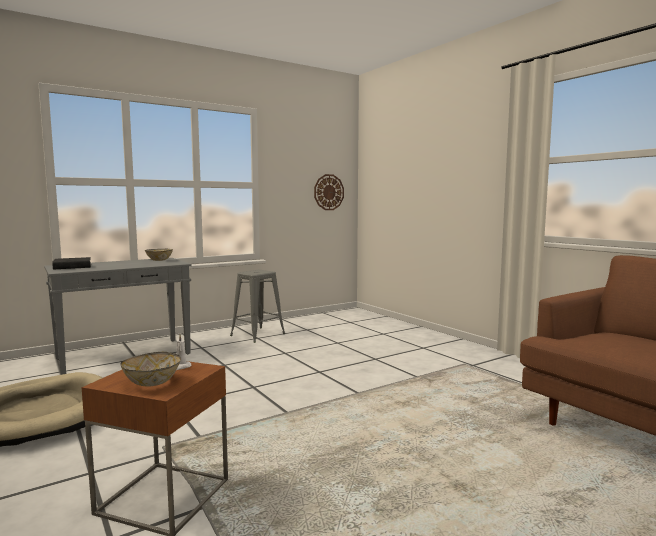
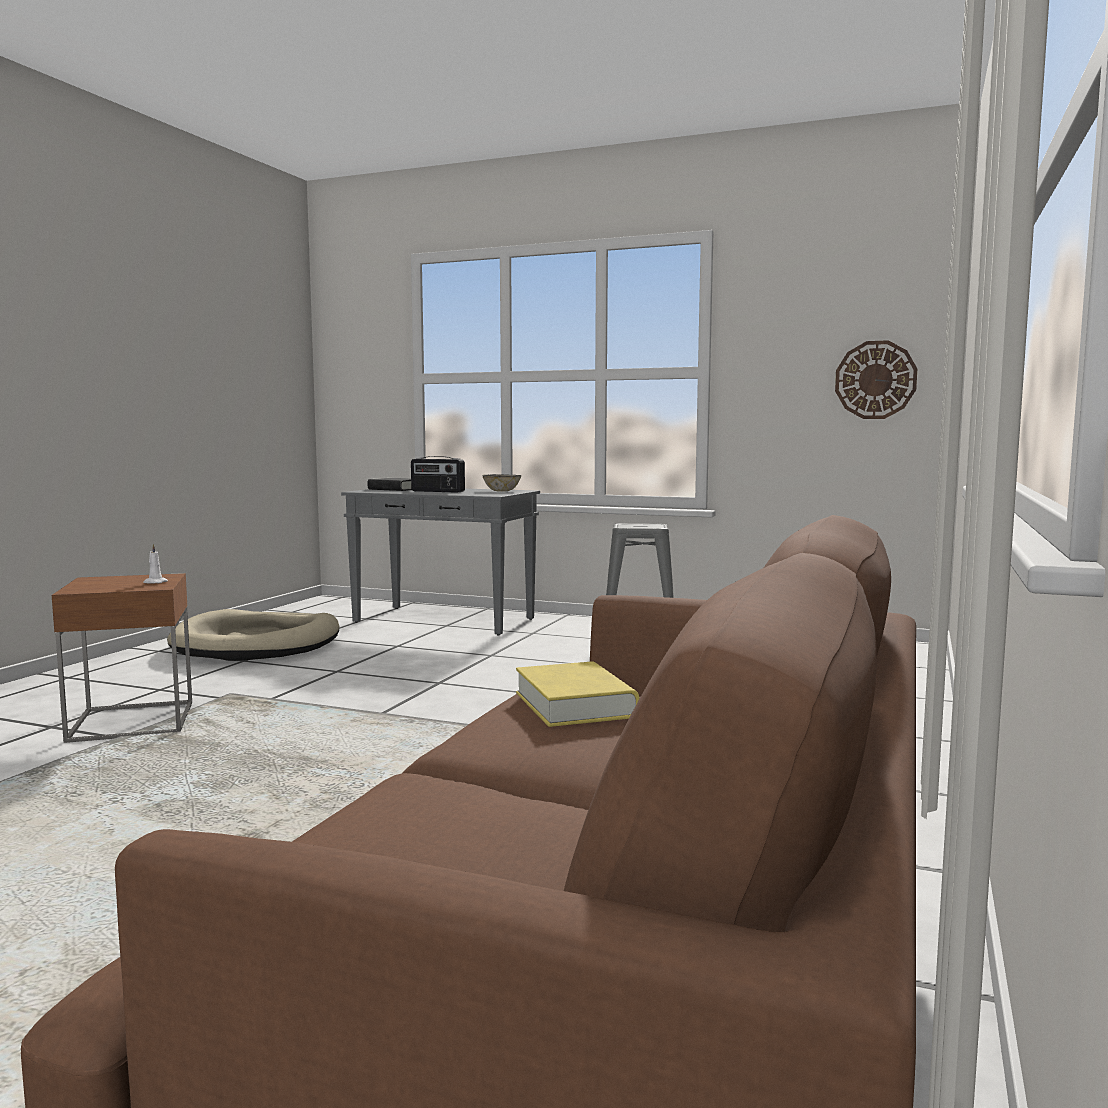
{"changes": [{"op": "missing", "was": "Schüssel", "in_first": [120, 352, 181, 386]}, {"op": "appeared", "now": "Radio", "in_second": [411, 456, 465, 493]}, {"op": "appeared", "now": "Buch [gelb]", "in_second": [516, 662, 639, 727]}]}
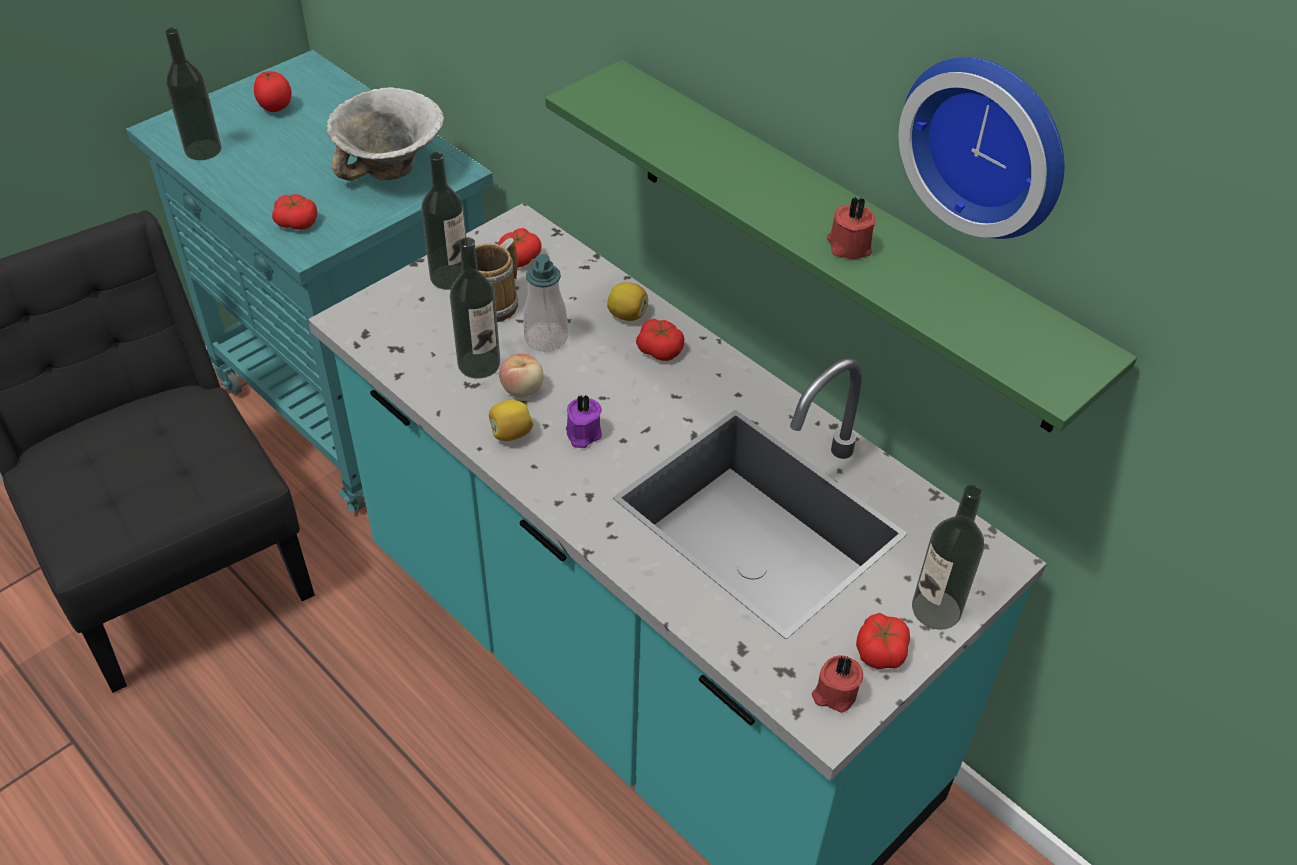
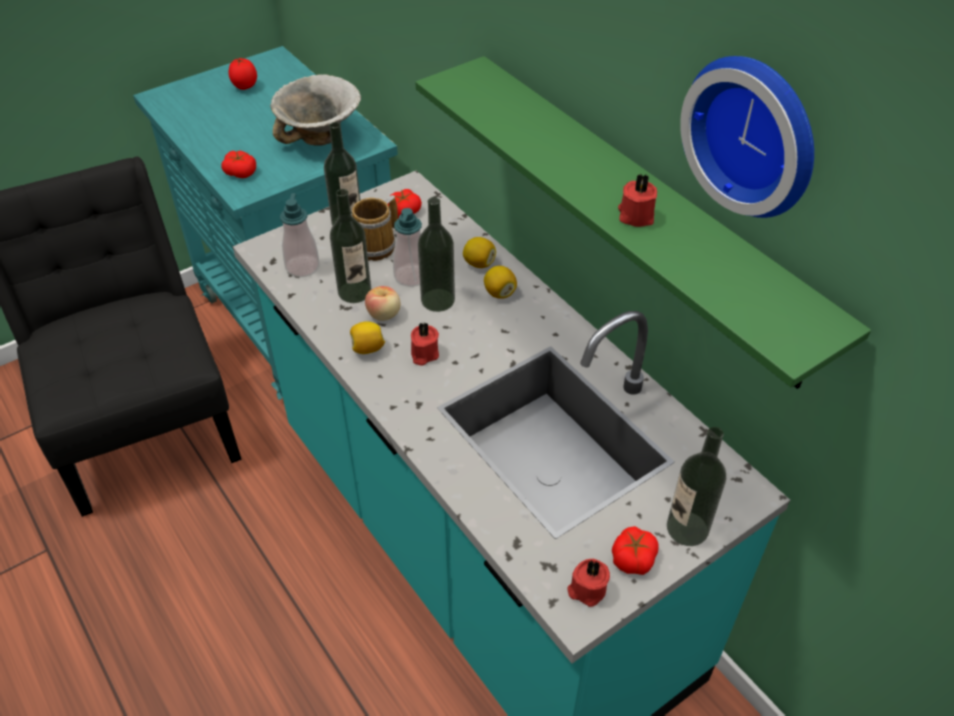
{"changes": [{"op": "relocated", "was": "Flasche", "in_first": [165, 27, 222, 160], "in_second": [418, 197, 455, 312]}, {"op": "exchanged", "was": "Tomate", "now": "Zitrone", "in_first": [636, 319, 684, 361], "in_second": [484, 266, 517, 299]}, {"op": "colour", "was": "Kerze [lila]", "now": "Kerze [rot]", "in_first": [566, 394, 602, 448], "in_second": [411, 322, 439, 365]}, {"op": "appeared", "now": "Seifenspender", "in_second": [280, 193, 320, 277]}]}
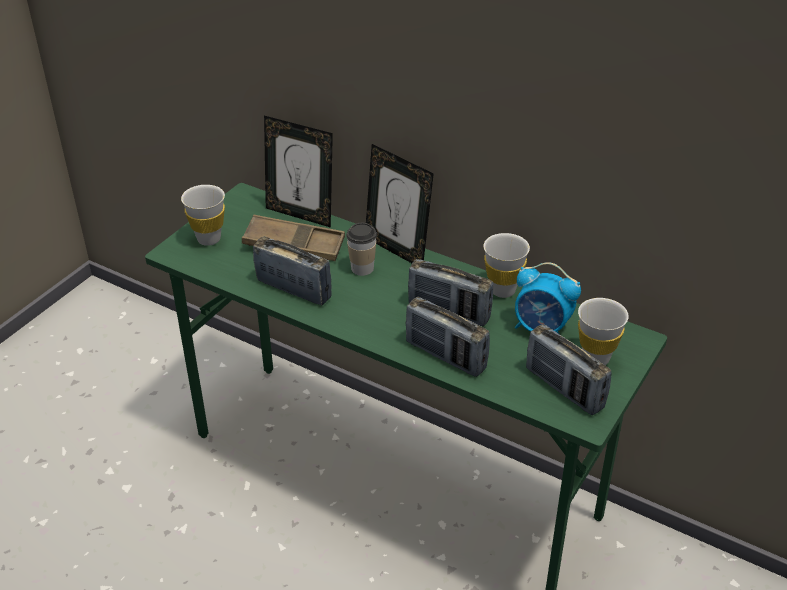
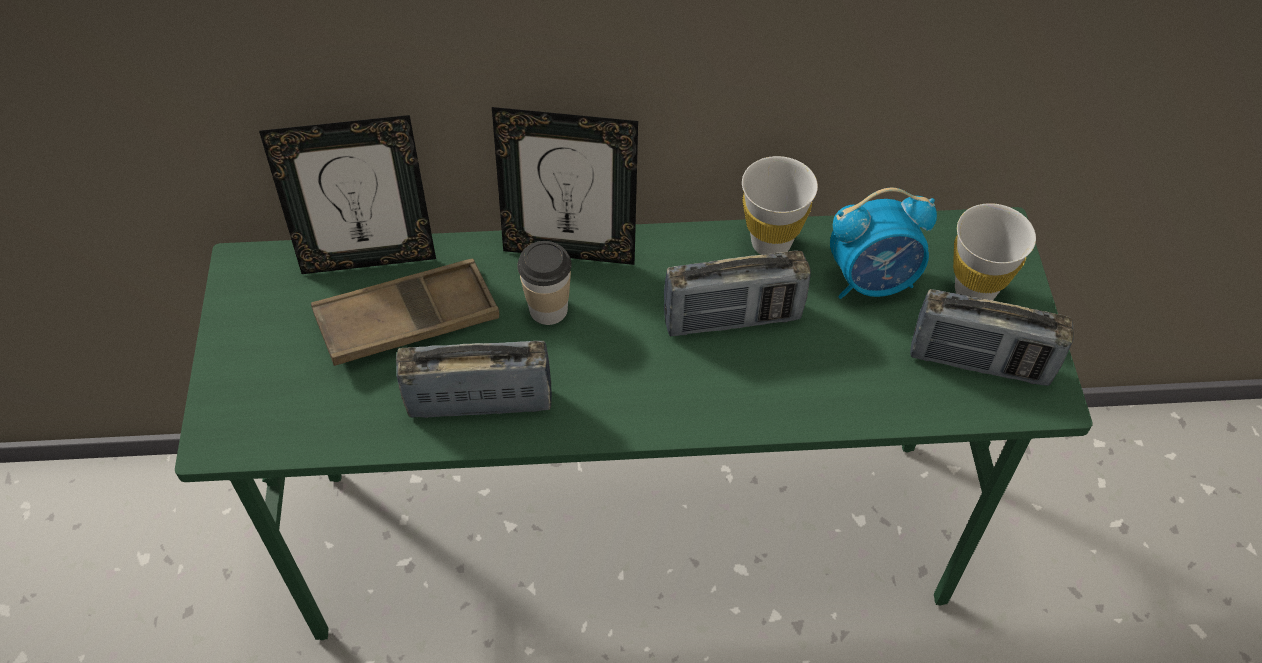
{"changes": [{"op": "missing", "was": "Tasse [weiß]", "in_first": [181, 185, 225, 246]}, {"op": "missing", "was": "Radio", "in_first": [406, 297, 490, 377]}]}
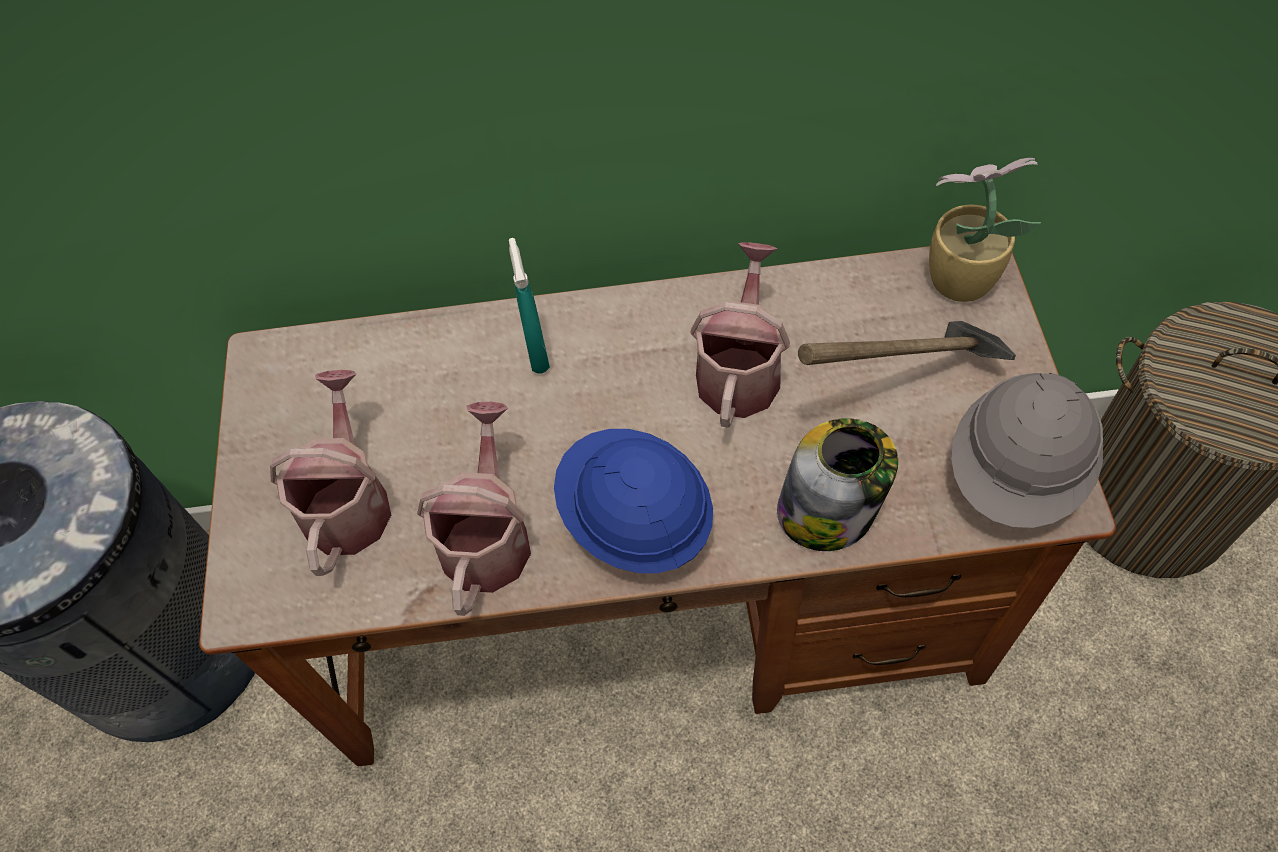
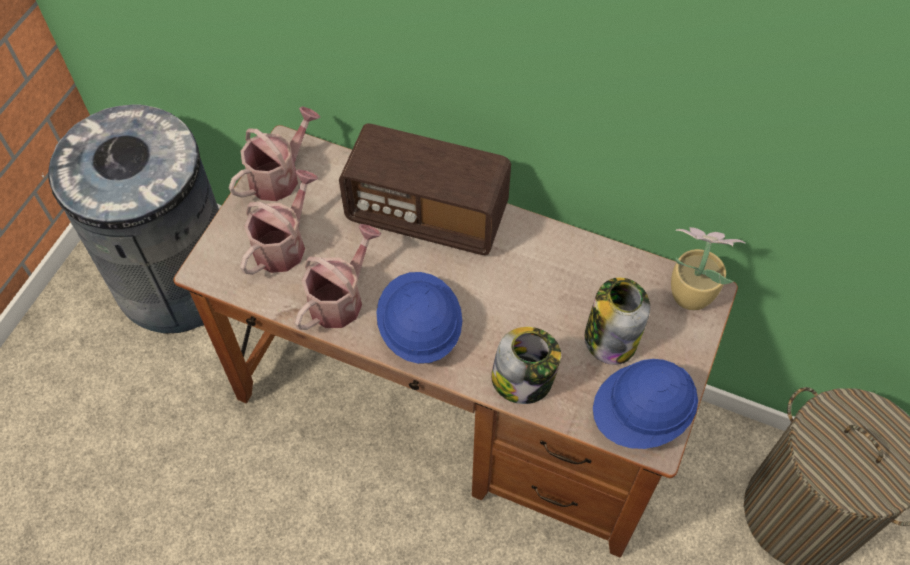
{"changes": [{"op": "exchanged", "was": "Sprühflasche [türkis]", "now": "Radio", "in_first": [509, 238, 550, 374], "in_second": [339, 124, 511, 255]}, {"op": "relocated", "was": "Gießkanne", "in_first": [690, 242, 790, 428], "in_second": [229, 107, 320, 201]}, {"op": "exchanged", "was": "Hammer", "now": "Vorratsglas", "in_first": [798, 321, 1016, 365], "in_second": [585, 278, 650, 365]}, {"op": "colour", "was": "Schutzhelm [grau]", "now": "Schutzhelm [blau]", "in_first": [951, 373, 1103, 528], "in_second": [593, 359, 698, 449]}]}
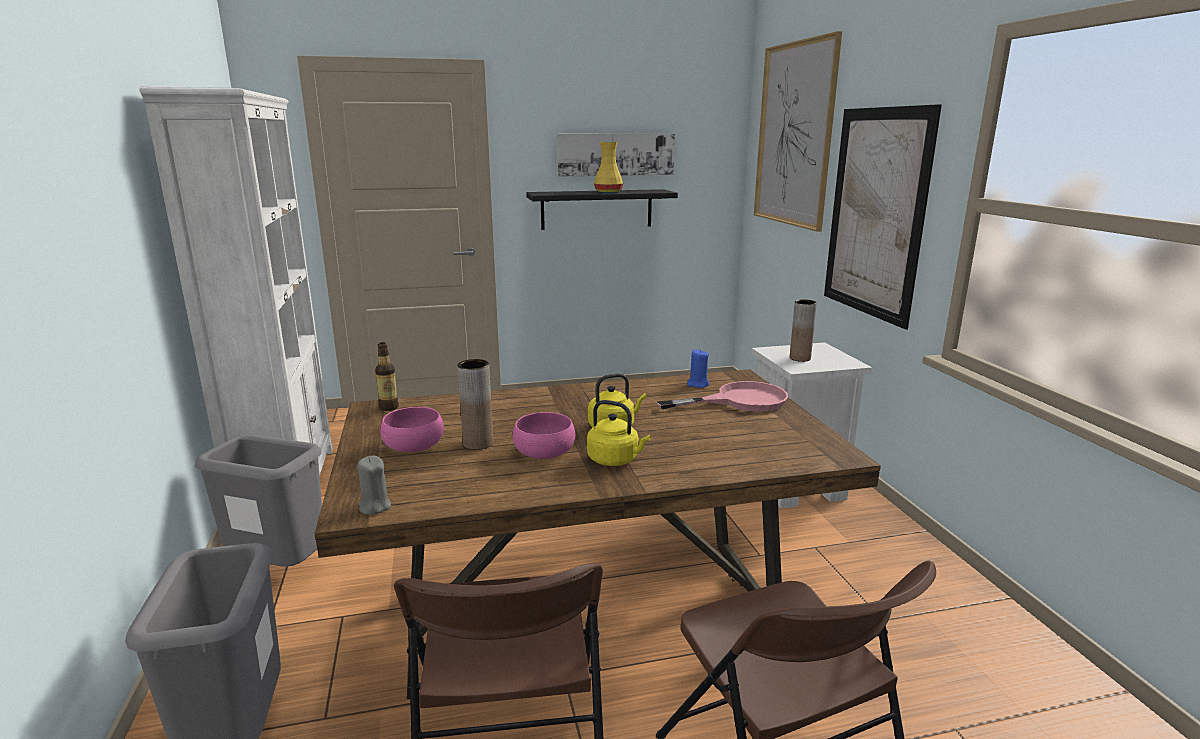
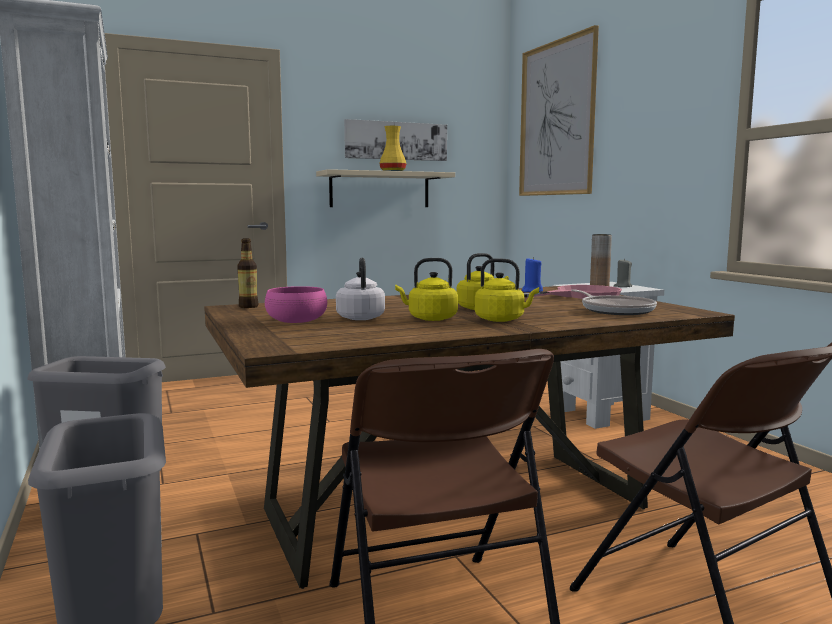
{"changes": [{"op": "missing", "was": "Bild", "in_first": [824, 104, 942, 330]}, {"op": "colour", "was": "Wandregal [schwarz]", "now": "Wandregal [beige]", "in_first": [526, 189, 678, 230], "in_second": [316, 169, 455, 207]}, {"op": "exchanged", "was": "Vase [braun]", "now": "Wasserkessel [weiß]", "in_first": [457, 359, 493, 450], "in_second": [336, 258, 385, 320]}, {"op": "exchanged", "was": "Schüssel [rosa]", "now": "Wasserkessel [gelb]", "in_first": [513, 412, 575, 459], "in_second": [395, 258, 458, 321]}, {"op": "relocated", "was": "Kerze [grau]", "in_first": [358, 456, 391, 515], "in_second": [614, 259, 632, 287]}, {"op": "appeared", "now": "Pfanne", "in_second": [571, 290, 657, 315]}]}
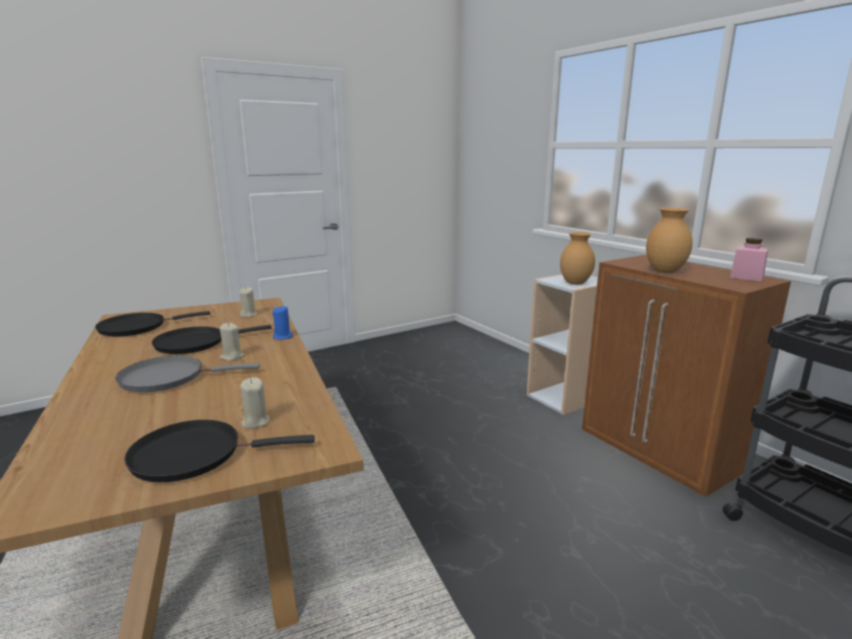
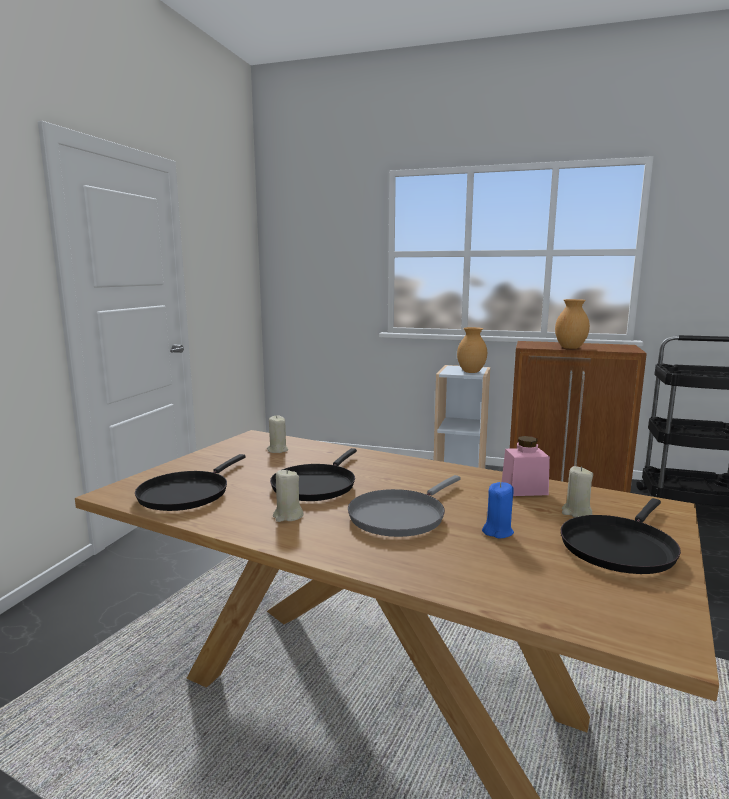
{"changes": [{"op": "relocated", "was": "Vorratsglas [rosa]", "in_first": [730, 238, 768, 281], "in_second": [502, 436, 550, 496]}, {"op": "relocated", "was": "Kerze [blau]", "in_first": [272, 306, 293, 340], "in_second": [482, 482, 514, 538]}, {"op": "relocated", "was": "Kerze [beige]", "in_first": [219, 323, 244, 361], "in_second": [273, 469, 304, 522]}]}
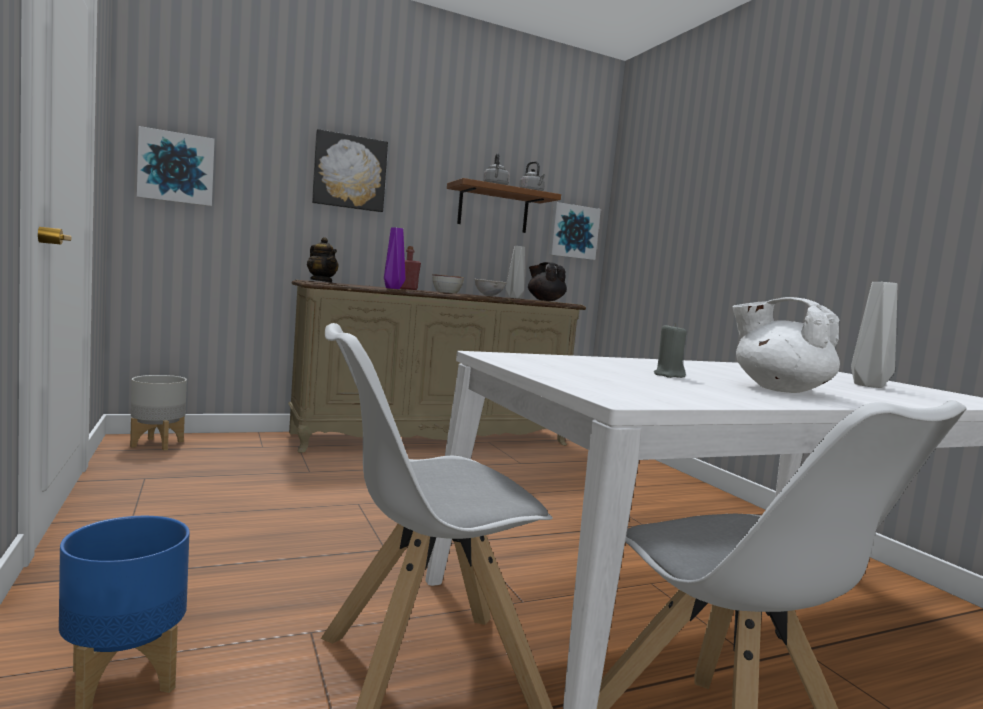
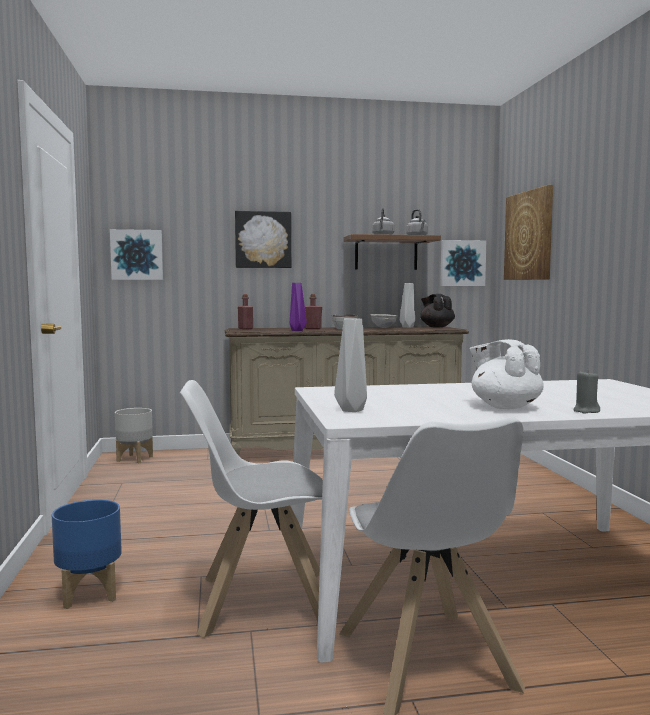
{"changes": [{"op": "exchanged", "was": "Teekanne", "now": "Flasche [rot]", "in_first": [307, 237, 339, 283], "in_second": [238, 294, 253, 330]}, {"op": "relocated", "was": "Vase [grau]", "in_first": [851, 282, 897, 388], "in_second": [334, 318, 367, 412]}, {"op": "relocated", "was": "Kerze [grau]", "in_first": [654, 323, 687, 378], "in_second": [574, 370, 600, 414]}, {"op": "appeared", "now": "Bild", "in_second": [504, 185, 553, 280]}]}
